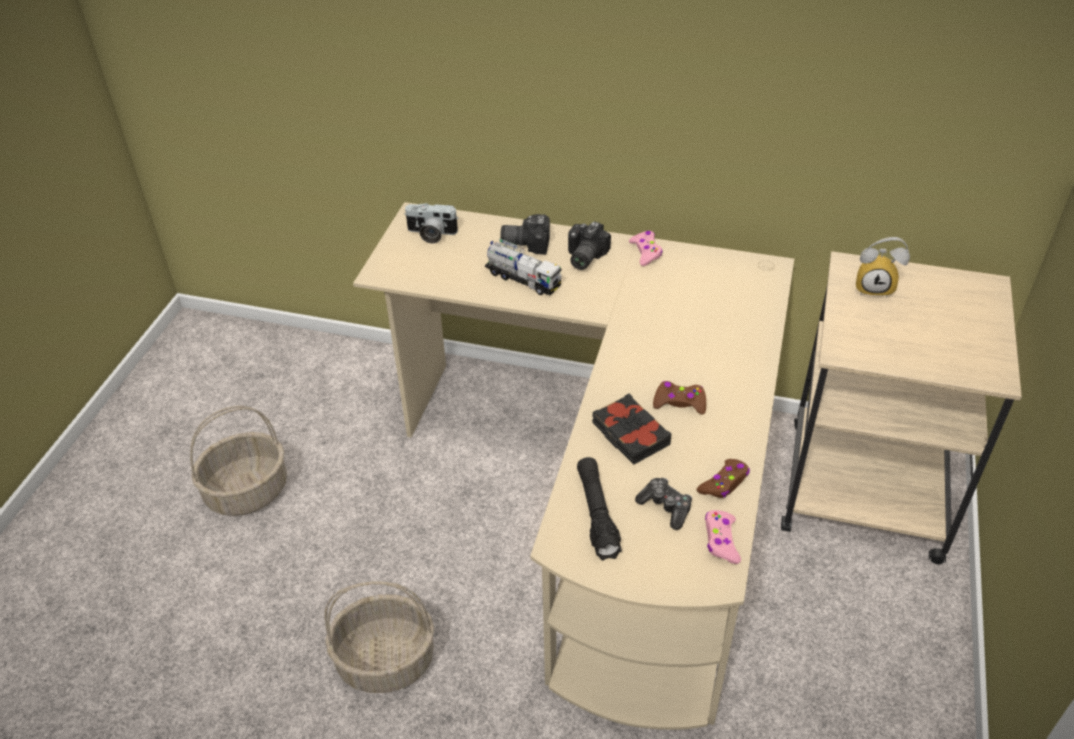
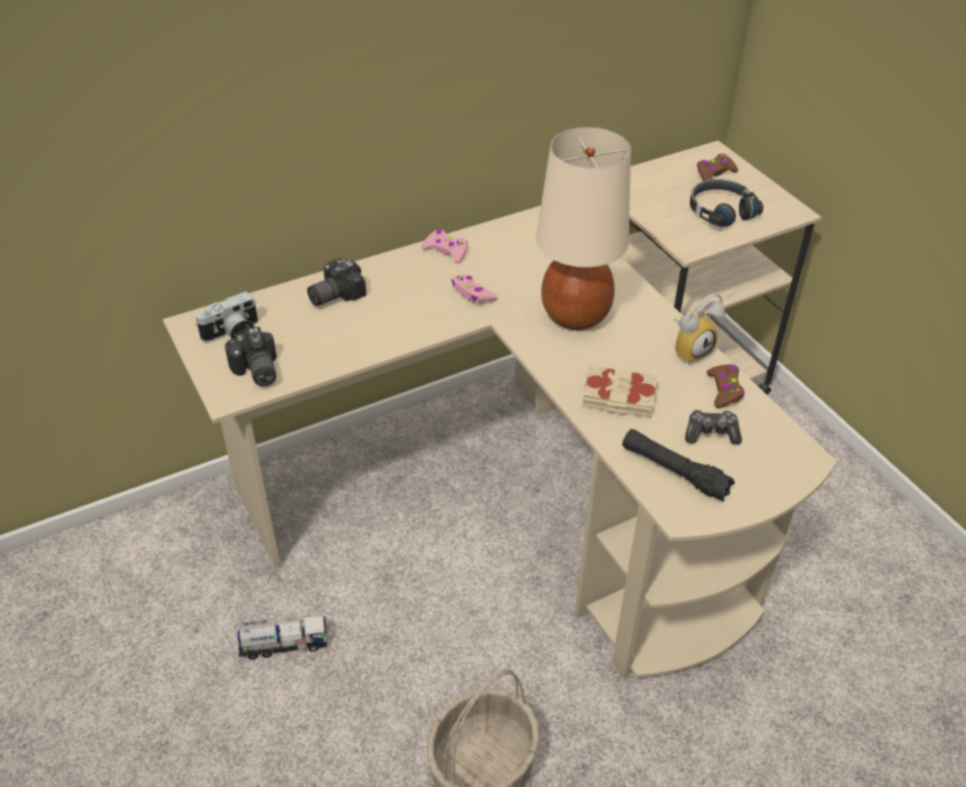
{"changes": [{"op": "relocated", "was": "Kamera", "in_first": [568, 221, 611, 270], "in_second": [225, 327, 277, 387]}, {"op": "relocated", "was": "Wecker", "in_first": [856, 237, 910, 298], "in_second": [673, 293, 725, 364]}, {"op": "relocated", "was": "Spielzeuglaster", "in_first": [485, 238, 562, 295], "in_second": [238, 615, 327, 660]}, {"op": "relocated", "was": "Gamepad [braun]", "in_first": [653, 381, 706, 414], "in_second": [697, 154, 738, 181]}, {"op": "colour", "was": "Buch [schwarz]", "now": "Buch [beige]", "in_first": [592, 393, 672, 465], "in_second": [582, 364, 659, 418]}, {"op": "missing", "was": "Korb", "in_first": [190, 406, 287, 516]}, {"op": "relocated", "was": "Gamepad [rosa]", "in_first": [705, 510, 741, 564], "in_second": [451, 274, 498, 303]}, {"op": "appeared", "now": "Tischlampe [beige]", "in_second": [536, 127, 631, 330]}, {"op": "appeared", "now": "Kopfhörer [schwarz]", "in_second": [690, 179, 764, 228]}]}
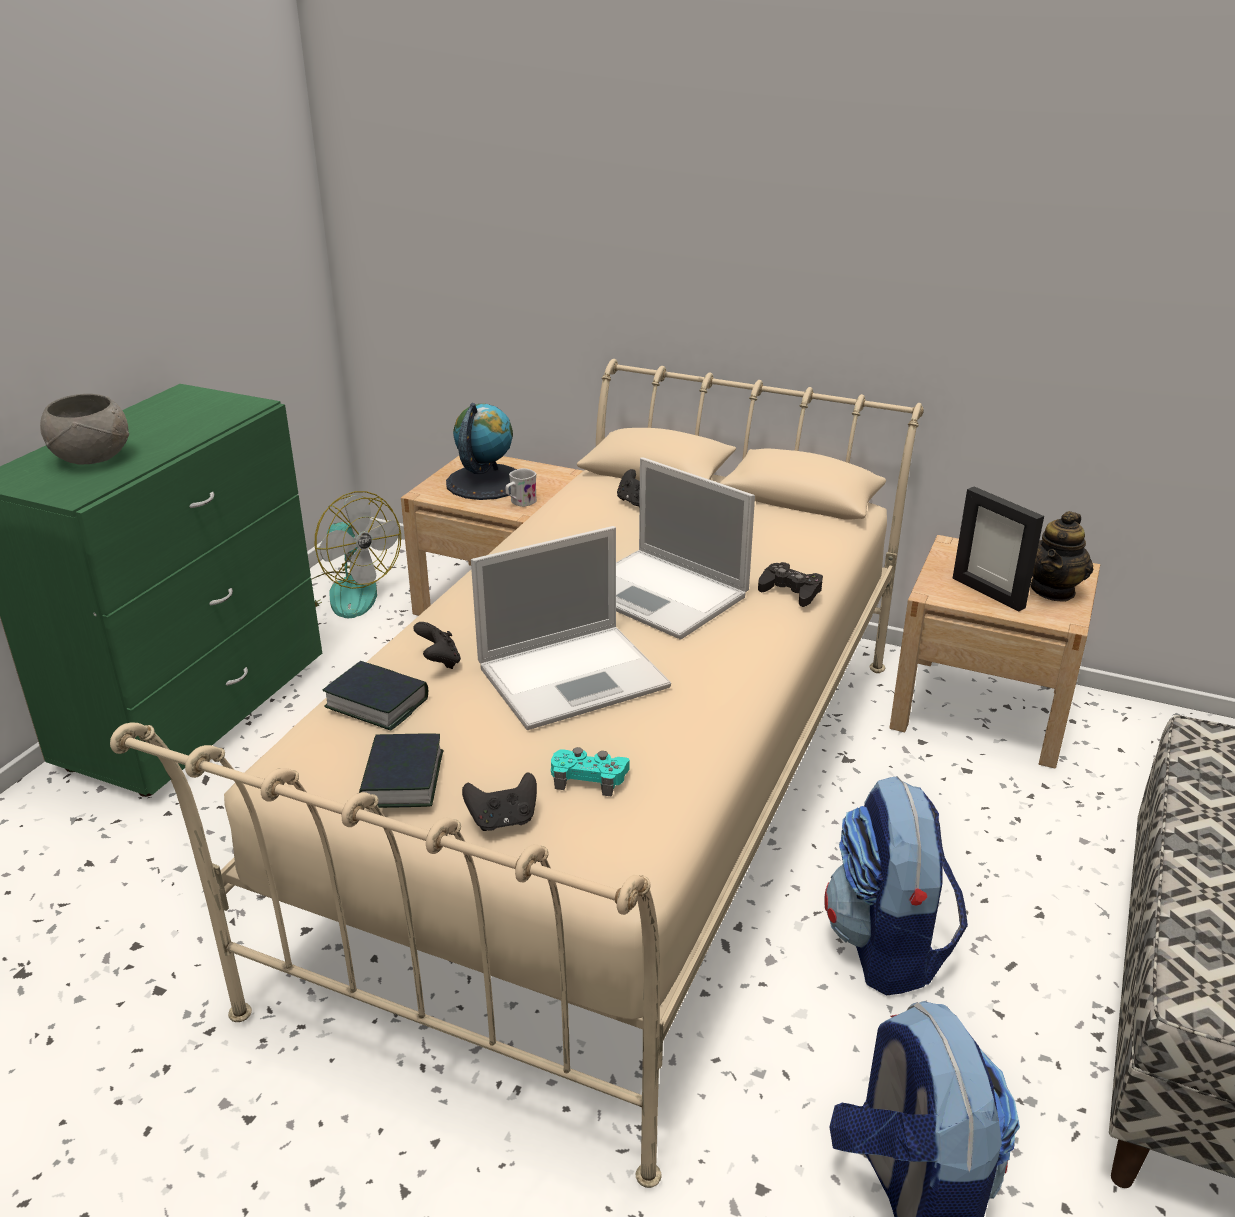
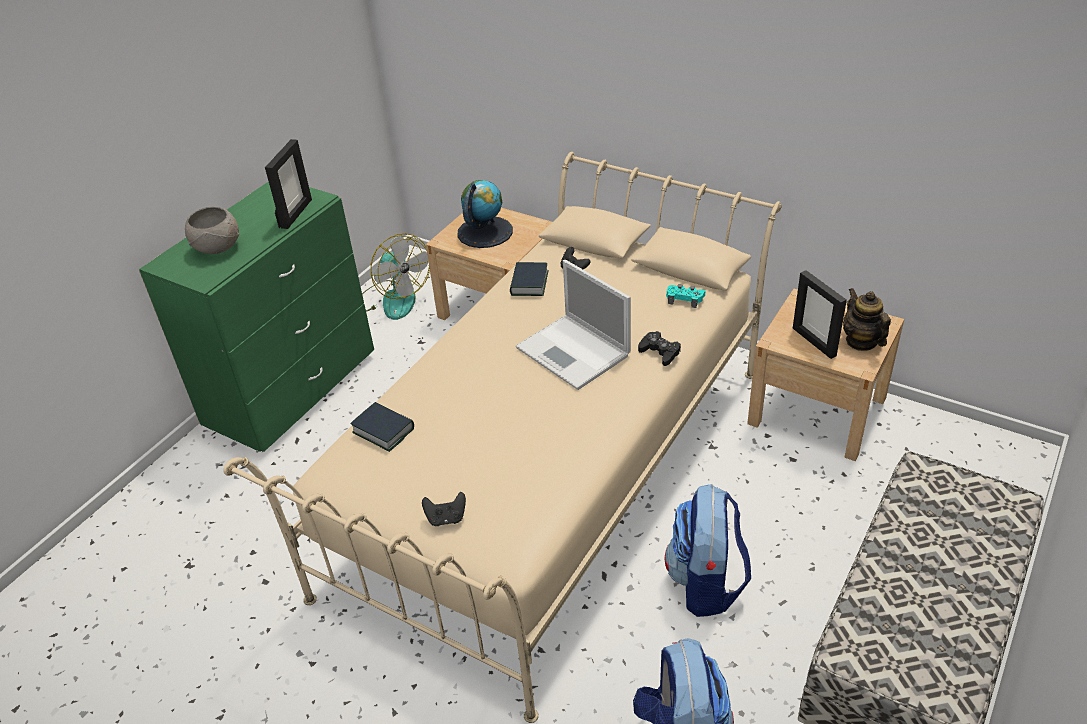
{"changes": [{"op": "missing", "was": "Henkelbecher [weiß]", "in_first": [506, 468, 537, 507]}, {"op": "spun", "was": "Teekanne", "in_first": [1031, 511, 1093, 602], "in_second": [843, 288, 891, 351], "clockwise": 120}, {"op": "missing", "was": "Laptop", "in_first": [471, 526, 671, 730]}, {"op": "missing", "was": "Gamepad [schwarz]", "in_first": [413, 622, 461, 669]}, {"op": "relocated", "was": "Buch", "in_first": [359, 733, 444, 808], "in_second": [510, 262, 549, 296]}, {"op": "relocated", "was": "Gamepad [türkis]", "in_first": [551, 747, 630, 797], "in_second": [666, 284, 705, 308]}, {"op": "appeared", "now": "Bilderrahmen", "in_second": [265, 139, 312, 229]}]}
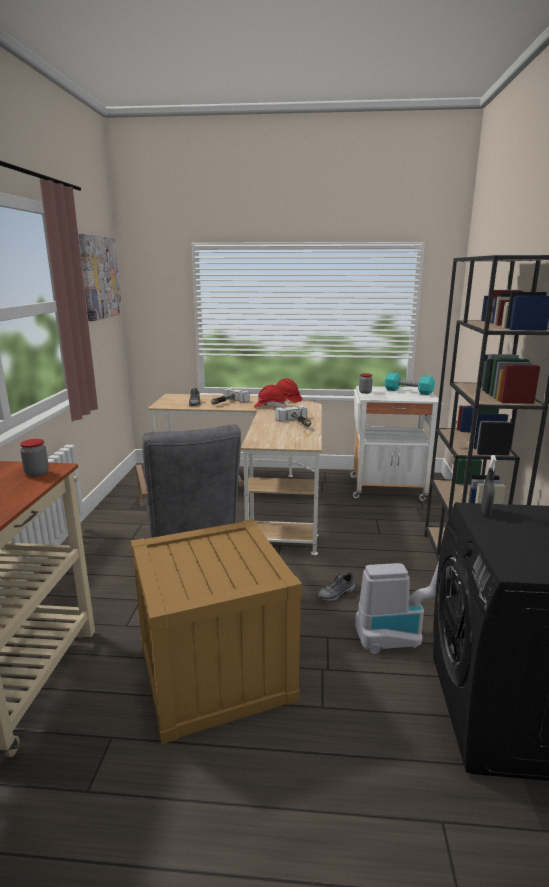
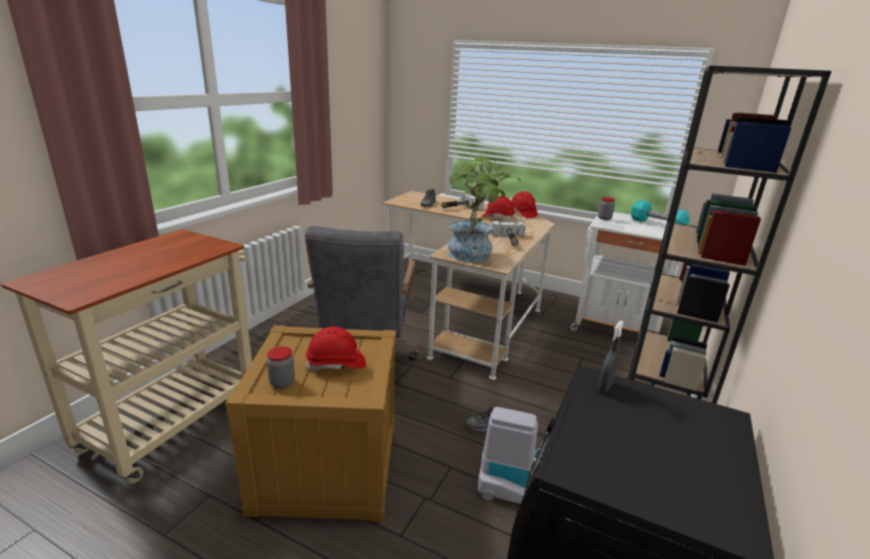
{"changes": [{"op": "missing", "was": "Bild", "in_first": [78, 234, 122, 321]}, {"op": "relocated", "was": "Vorratsglas", "in_first": [20, 439, 49, 477], "in_second": [267, 346, 295, 389]}, {"op": "appeared", "now": "Topfpflanze", "in_second": [447, 155, 521, 262]}, {"op": "appeared", "now": "Schutzhelm [rot]", "in_second": [305, 327, 366, 371]}]}
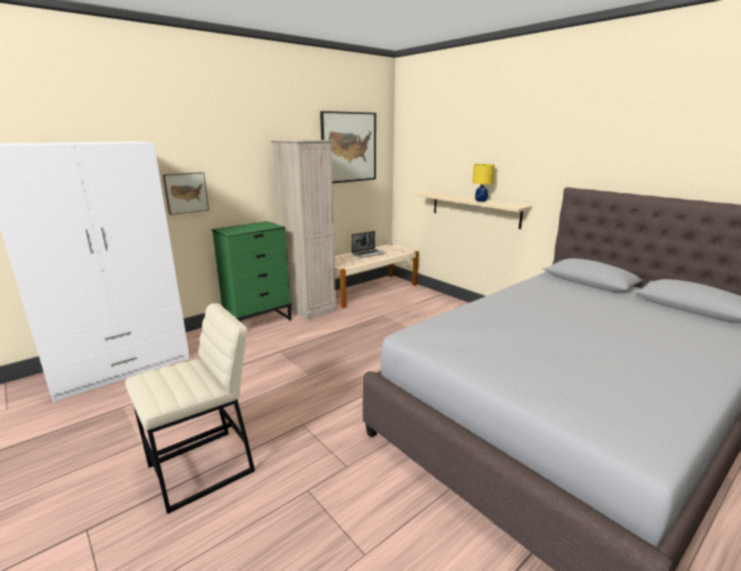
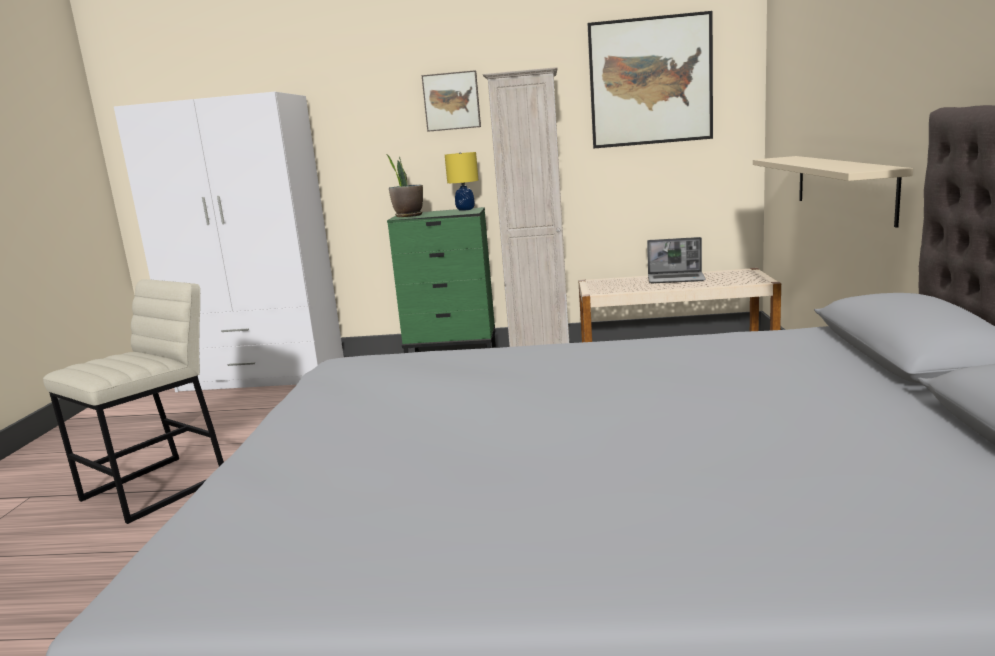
{"changes": [{"op": "relocated", "was": "Tischlampe [gelb]", "in_first": [472, 164, 495, 202], "in_second": [445, 152, 478, 211]}, {"op": "relocated", "was": "Bild", "in_first": [163, 172, 209, 215], "in_second": [422, 70, 481, 132]}, {"op": "spun", "was": "Stuhl [beige]", "in_first": [125, 303, 255, 514], "in_second": [43, 279, 224, 524], "clockwise": -60}, {"op": "appeared", "now": "Topfpflanze", "in_second": [386, 154, 423, 217]}]}
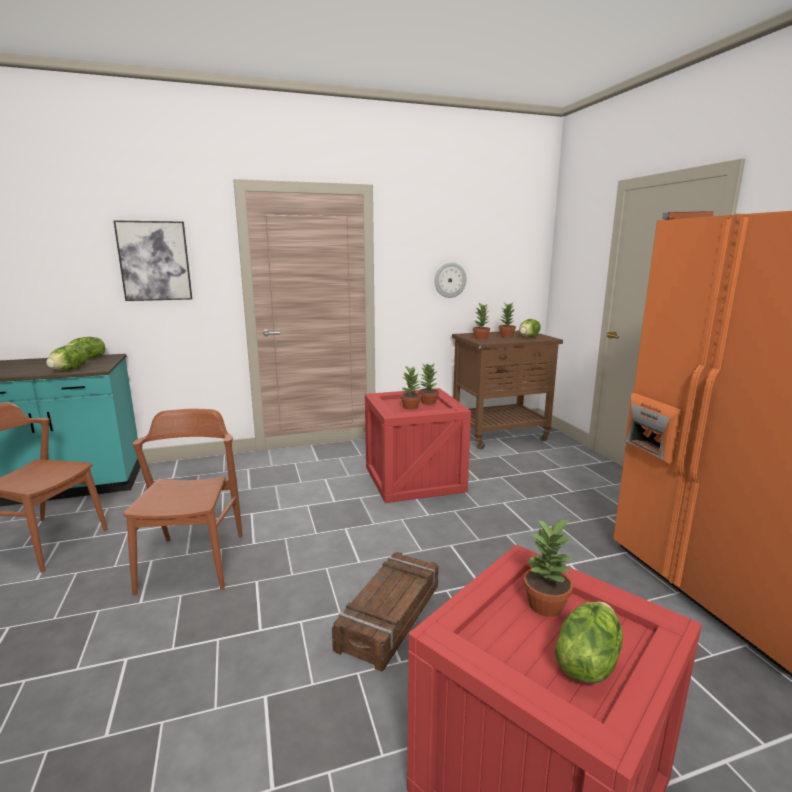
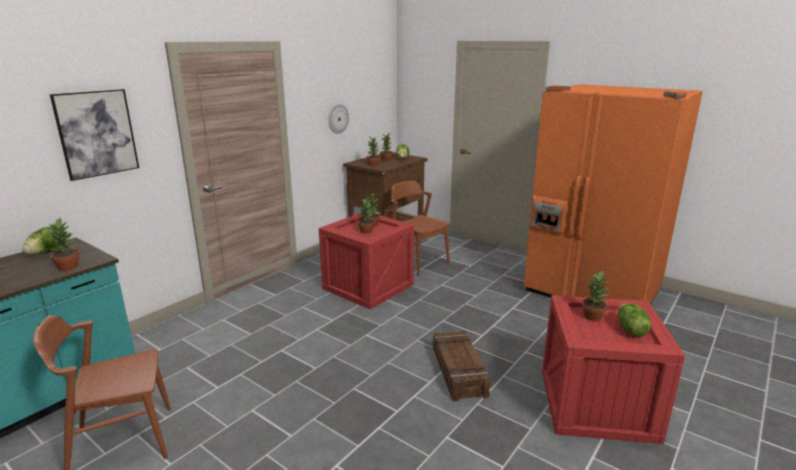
{"changes": [{"op": "exchanged", "was": "Salatkopf", "now": "Topfpflanze", "in_first": [46, 345, 87, 370], "in_second": [46, 218, 80, 271]}, {"op": "relocated", "was": "Stuhl [braun]", "in_first": [123, 409, 243, 595], "in_second": [391, 180, 450, 276]}]}
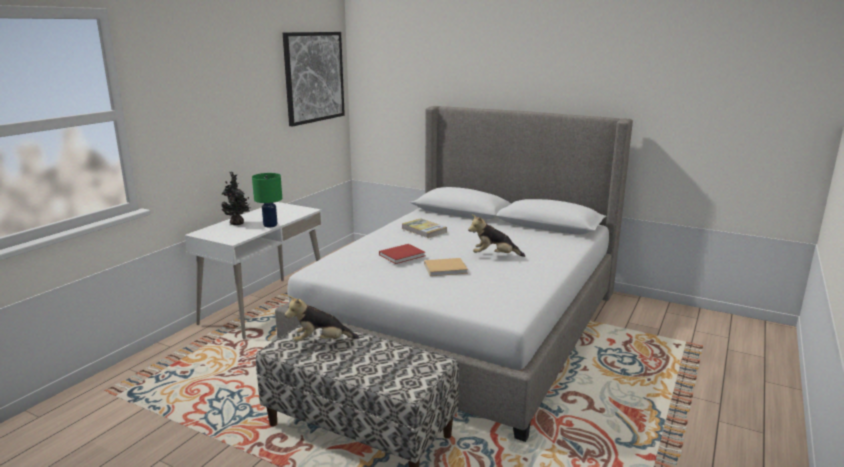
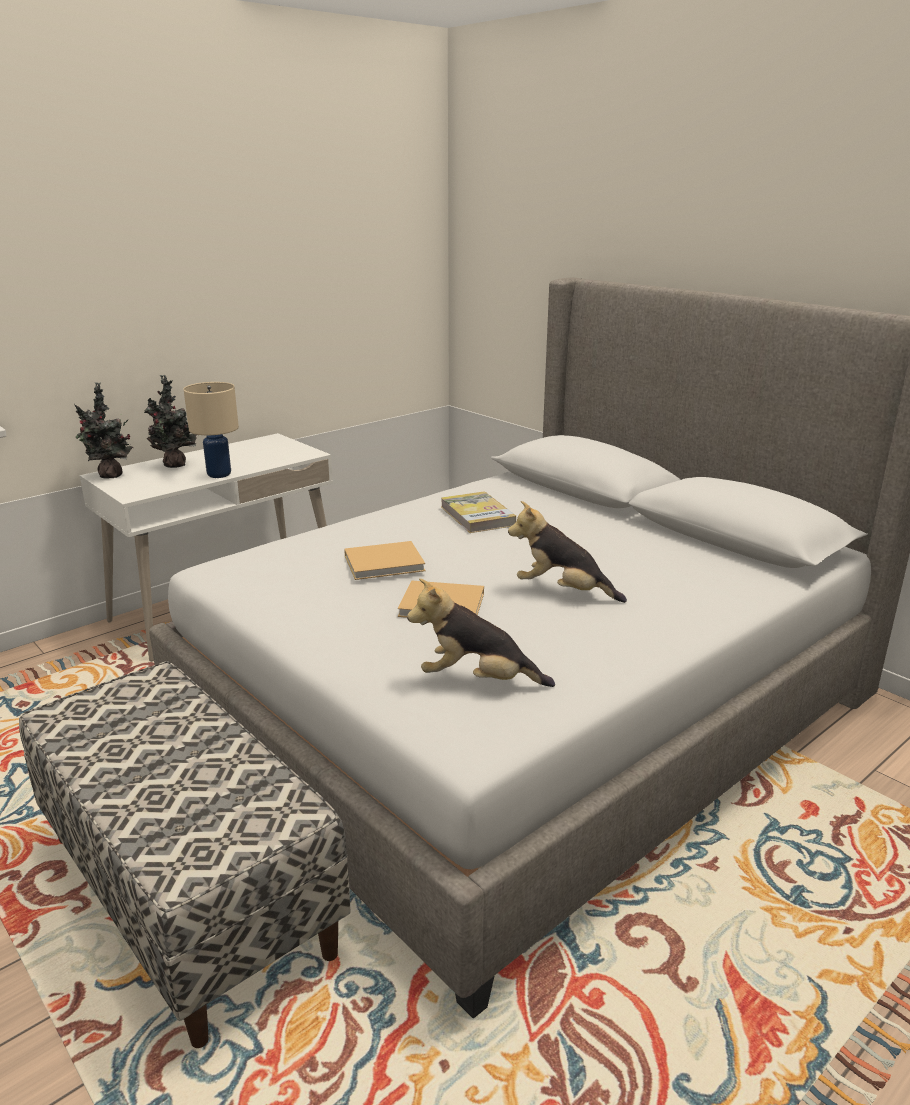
{"changes": [{"op": "missing", "was": "Bild", "in_first": [283, 32, 345, 127]}, {"op": "colour", "was": "Tischlampe [grün]", "now": "Tischlampe [beige]", "in_first": [252, 173, 282, 228], "in_second": [184, 382, 239, 478]}, {"op": "colour", "was": "Buch [rot]", "now": "Buch [beige]", "in_first": [379, 244, 425, 264], "in_second": [344, 541, 426, 580]}, {"op": "relocated", "was": "Plüschtier", "in_first": [285, 296, 359, 342], "in_second": [407, 578, 555, 687]}, {"op": "appeared", "now": "Topfpflanze", "in_second": [74, 382, 134, 479]}]}
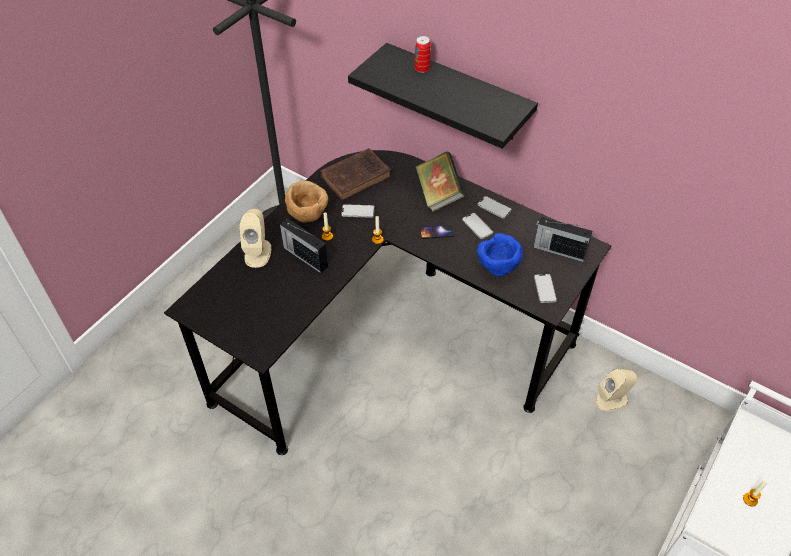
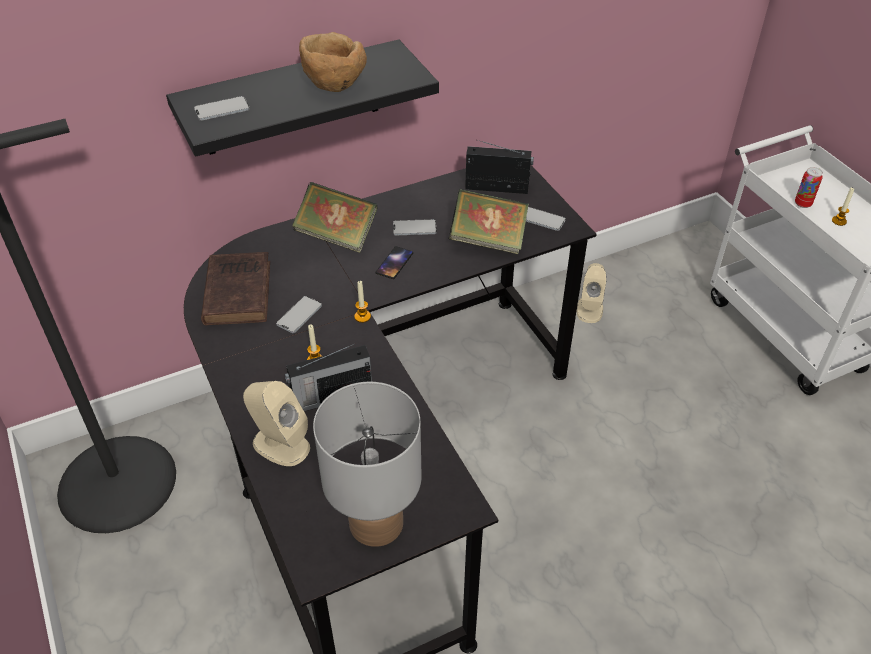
{"changes": [{"op": "relocated", "was": "Dose", "in_first": [415, 36, 431, 73], "in_second": [795, 167, 823, 208]}, {"op": "relocated", "was": "Schüssel [braun]", "in_first": [285, 180, 328, 223], "in_second": [299, 32, 367, 92]}, {"op": "relocated", "was": "Handy", "in_first": [477, 196, 512, 219], "in_second": [194, 96, 250, 121]}, {"op": "spun", "was": "Radio", "in_first": [533, 217, 592, 262], "in_second": [465, 140, 534, 194], "clockwise": -135}, {"op": "exchanged", "was": "Schüssel [blau]", "now": "Buch", "in_first": [477, 233, 523, 277], "in_second": [449, 189, 529, 254]}, {"op": "appeared", "now": "Tischlampe [grau]", "in_second": [313, 382, 422, 547]}]}
